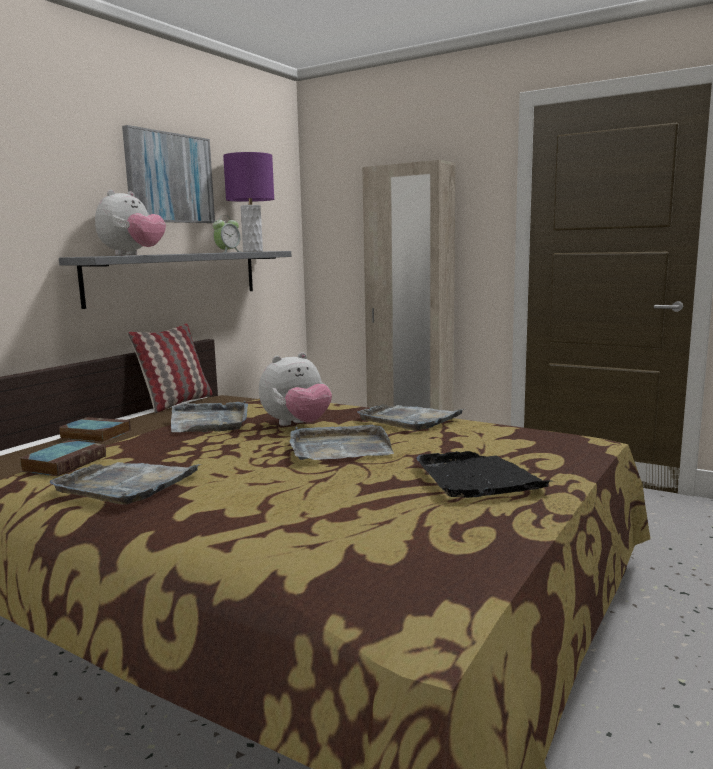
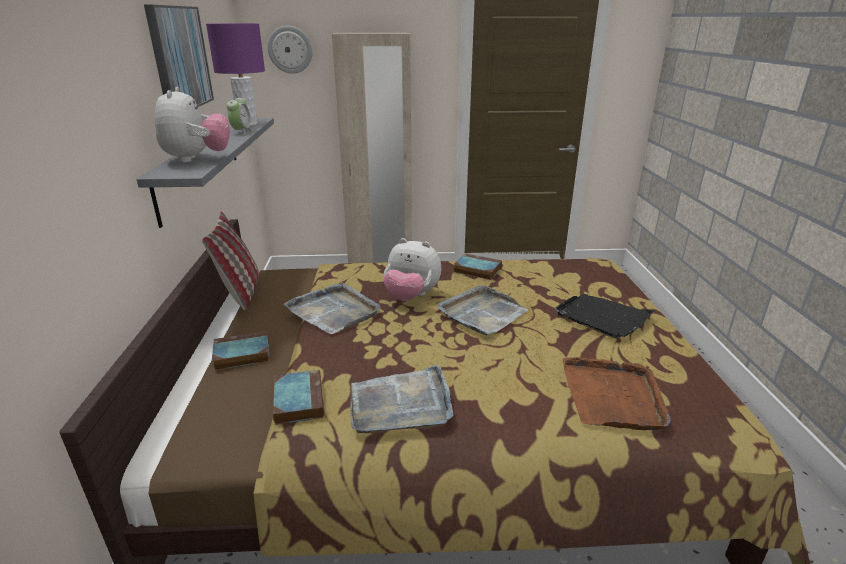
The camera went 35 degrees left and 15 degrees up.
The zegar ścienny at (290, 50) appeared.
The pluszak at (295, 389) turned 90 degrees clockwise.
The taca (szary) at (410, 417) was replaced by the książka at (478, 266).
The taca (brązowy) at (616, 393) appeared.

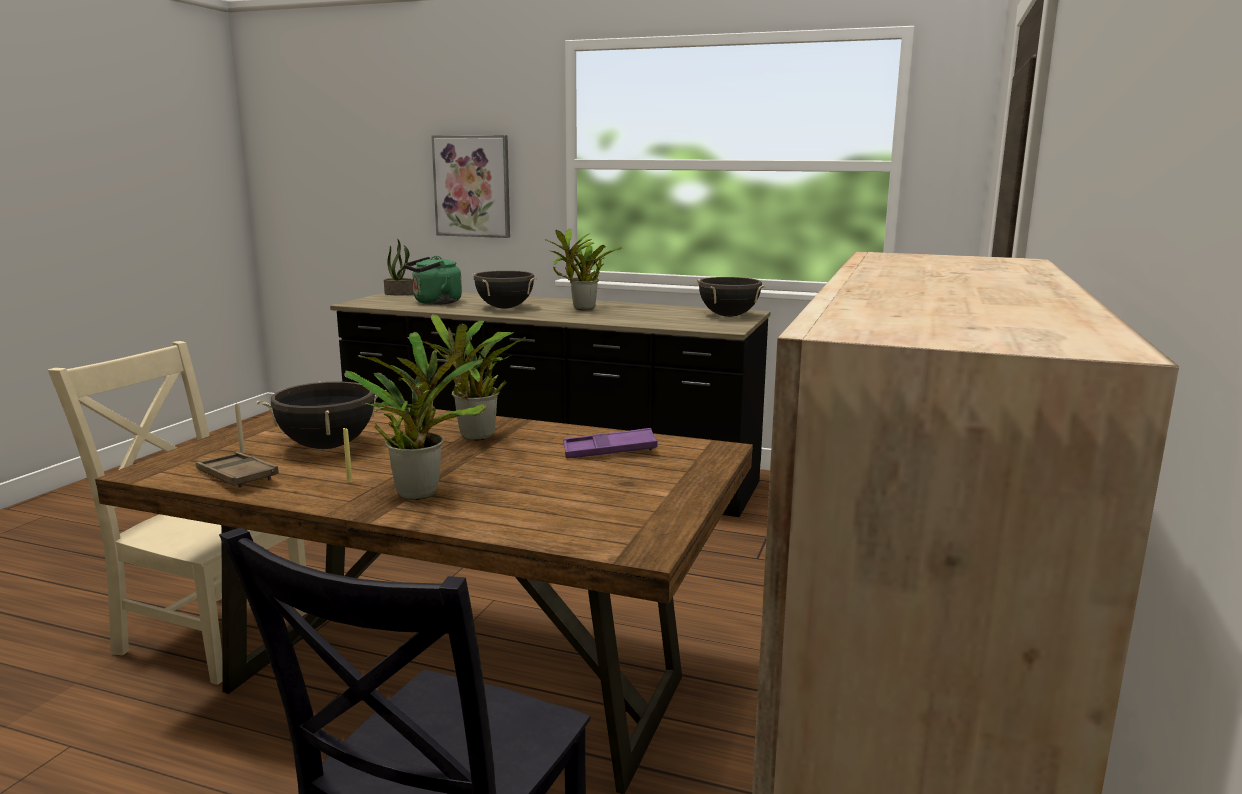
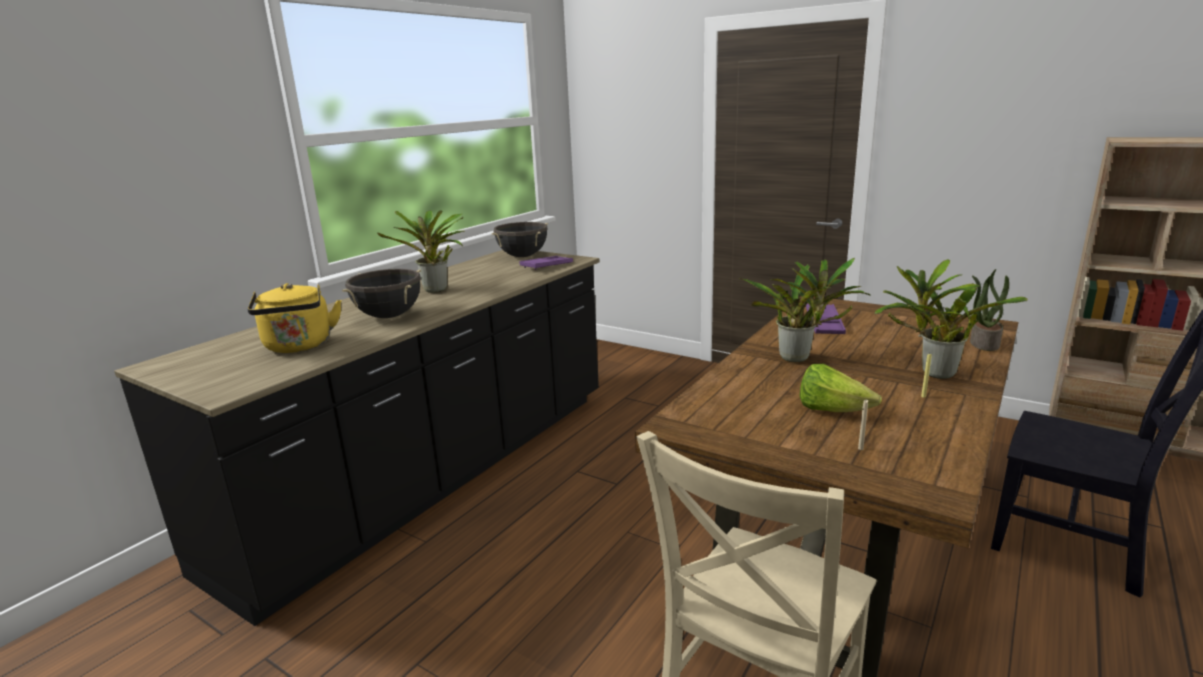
The camera went 75 degrees left and 5 degrees up.
The czajnik (zielony) at (433, 280) became the czajnik (żółty) at (294, 318).
The taca (fioletowy) at (546, 263) appeared.
The garnek (czarny) at (322, 415) was replaced by the sałata at (841, 388).
The roślina doniczkowa moved from (399, 267) to (989, 310).
The taca (brązowy) at (237, 470) disappeared.
The obraz at (470, 186) disappeared.

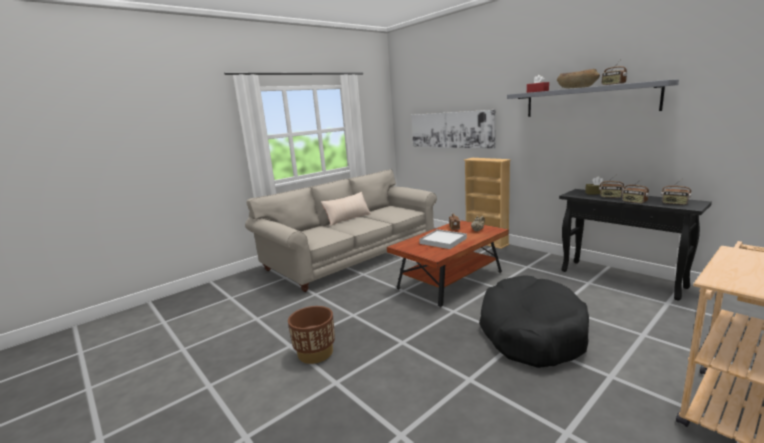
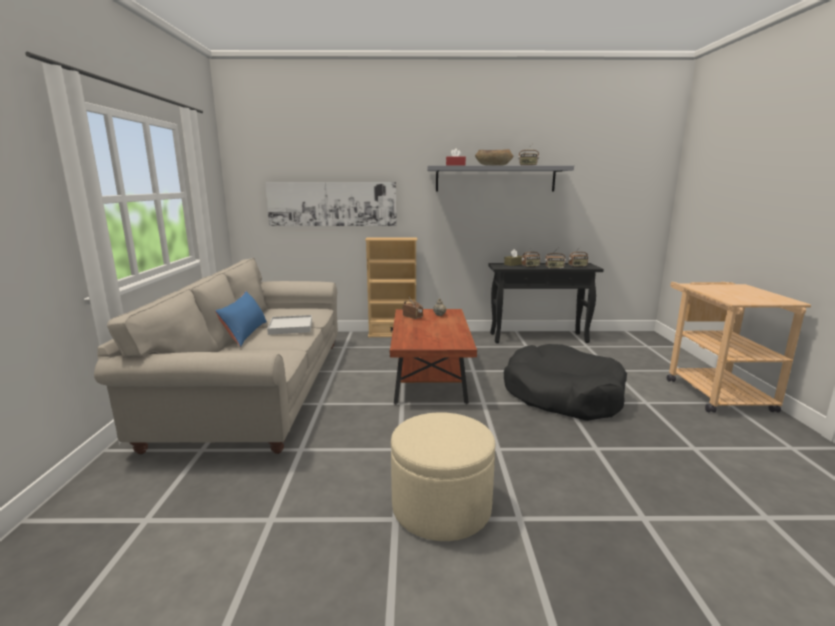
The camera went 50 degrees left and 0 degrees up.
The poduszka (beżowy) at (346, 209) became the poduszka (niebieski) at (241, 319).
The taca (biały) moved from (443, 239) to (289, 325).
The donica (brązowy) at (311, 335) was replaced by the pufa (beżowy) at (443, 476).

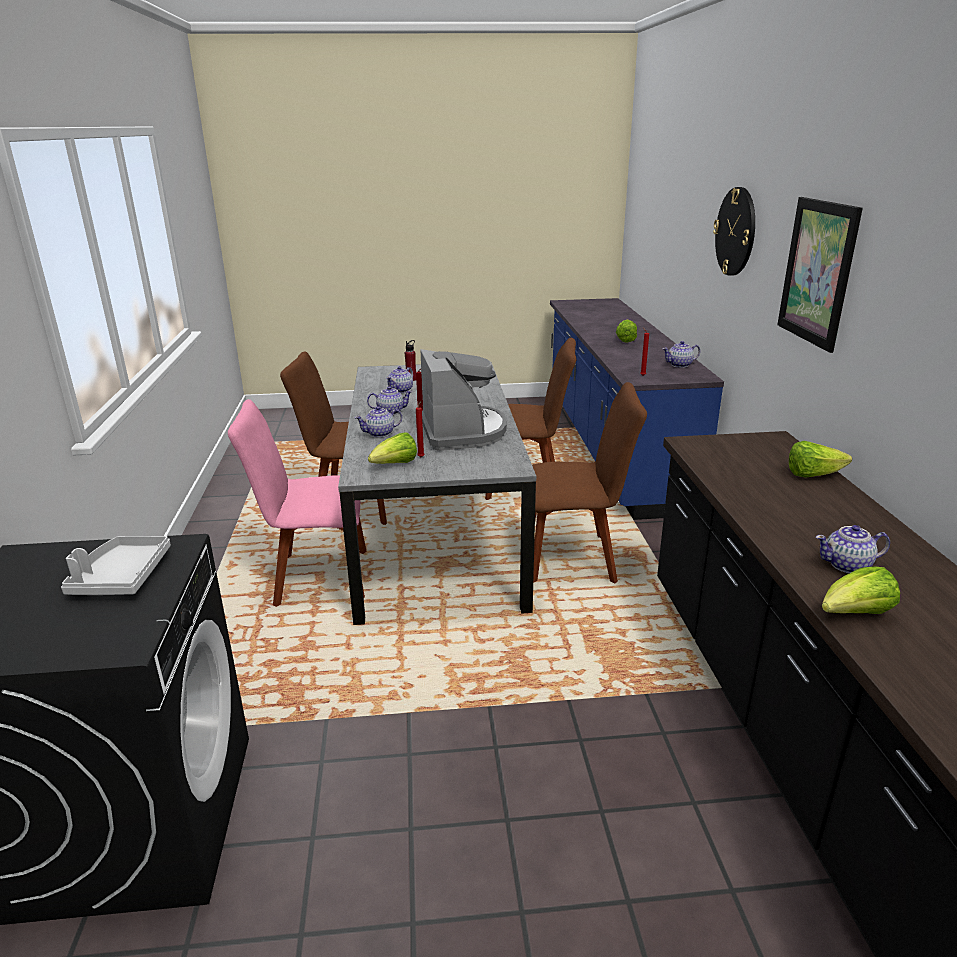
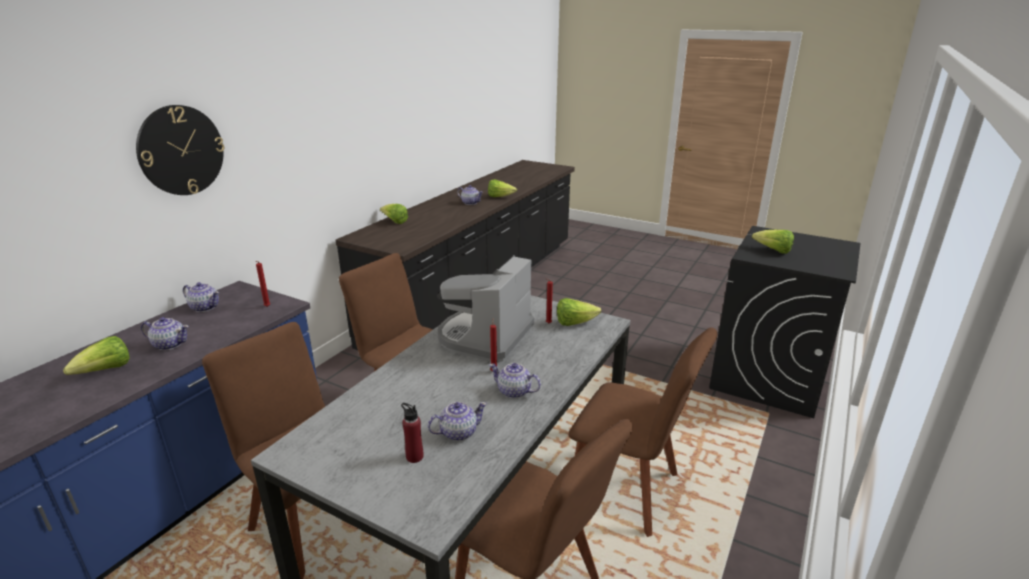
The camera went 145 degrees left and 0 degrees up.
The imbryk moved from (378, 421) to (165, 333).
The krzesło (różowy) at (297, 503) became the krzesło (brązowy) at (642, 432).
The taca (szary) at (116, 565) was replaced by the sałata at (773, 242).
The obraz at (820, 275) disappeared.

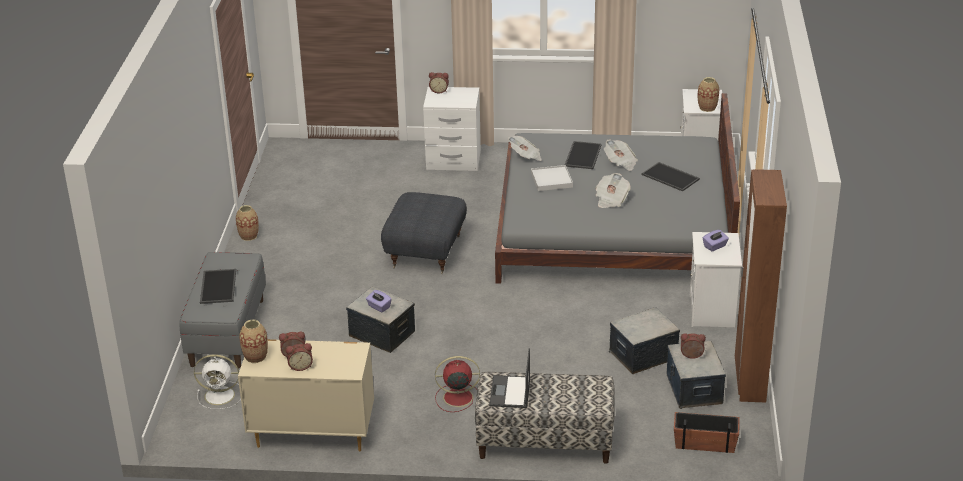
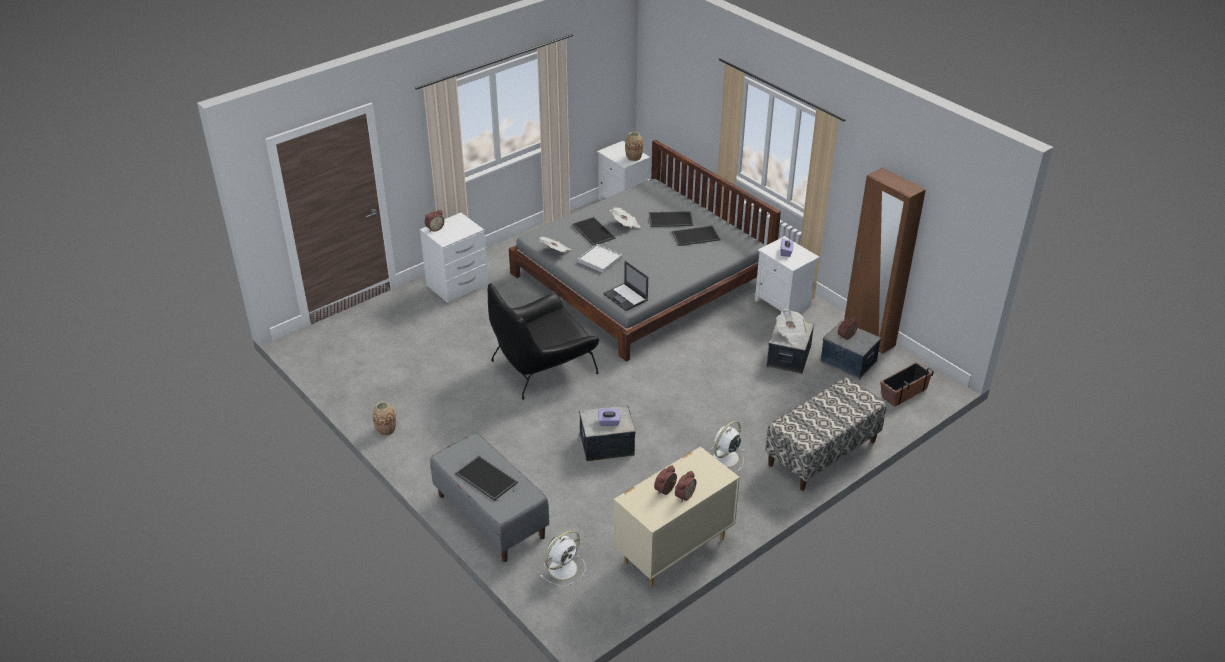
The camera went 45 degrees left and 5 degrees up.
The pufa (szary) at (424, 233) was replaced by the fotel (czarny) at (543, 341).
The laptop moved from (509, 378) to (625, 286).
The taca at (695, 235) appeared.
The wentylator (czerwony) at (457, 384) became the wentylator (biały) at (726, 447).
The gazeta moved from (613, 190) to (792, 327).
The wazon at (253, 341) disappeared.

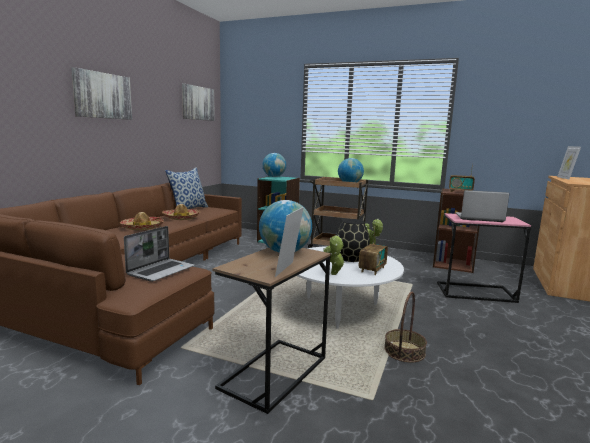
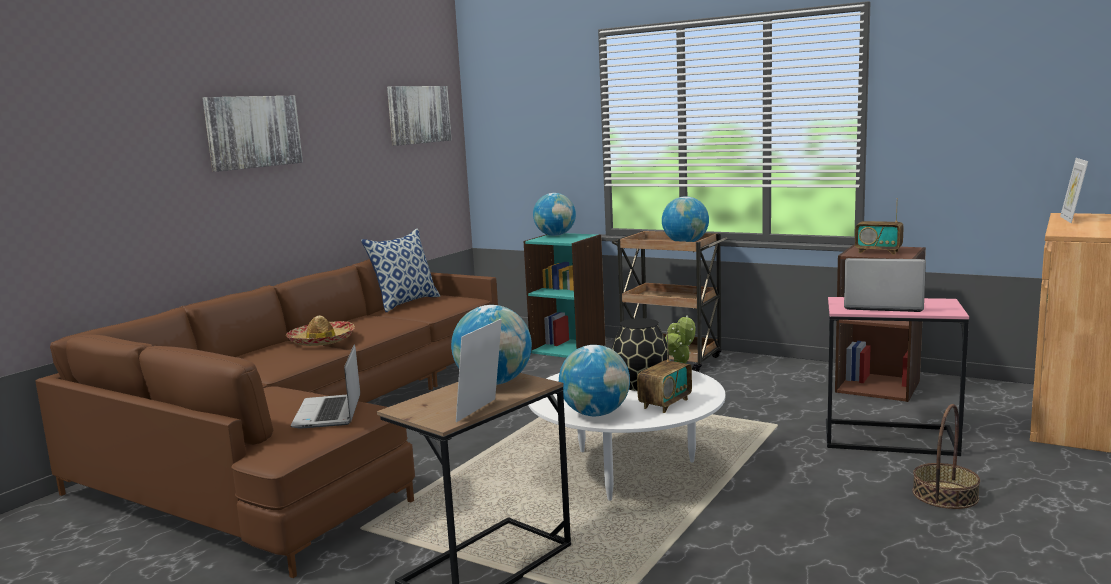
The camera went 10 degrees right and 0 degrees up.
The laptop at (159, 254) turned 135 degrees clockwise.
The roślina doniczkowa at (334, 255) was replaced by the globus at (594, 380).
The koszyk moved from (405, 327) to (946, 456).
The kapelusz at (181, 212) disappeared.

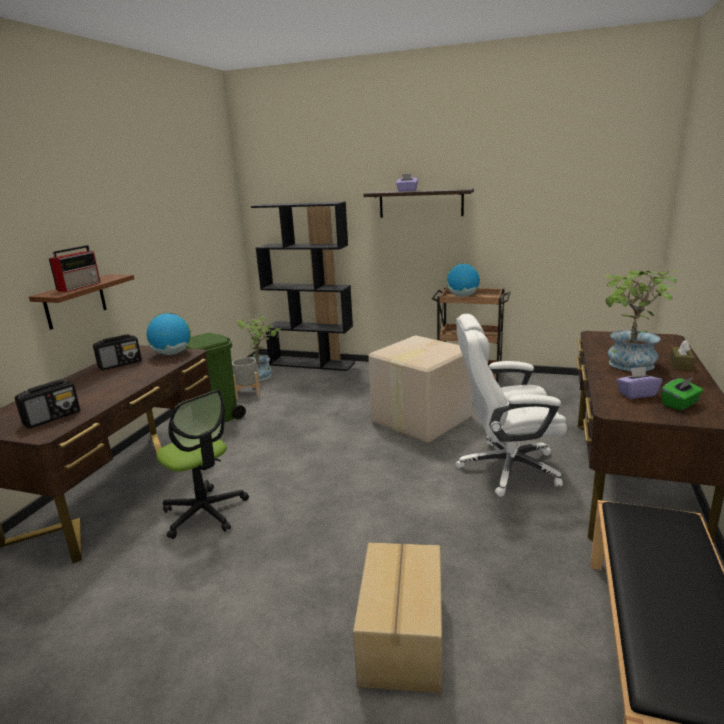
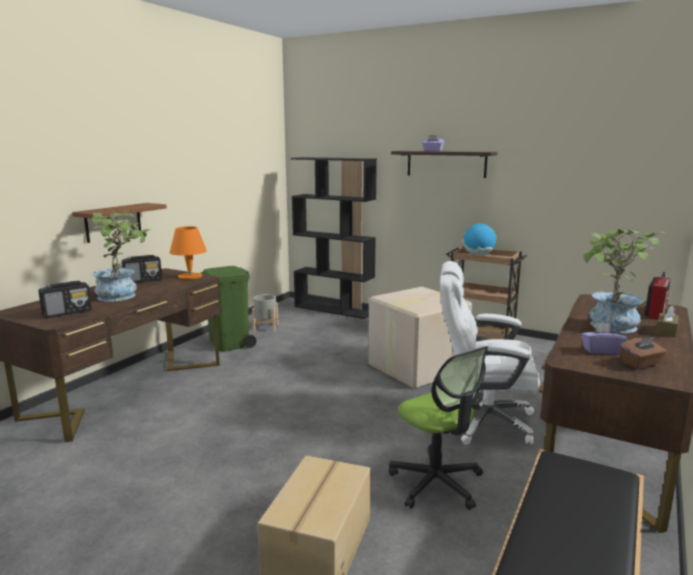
The camera went 10 degrees right and 5 degrees down.
The roślina doniczkowa moved from (259, 348) to (121, 256).
The globus at (168, 334) was replaced by the lampa stołowa (pomarańczowy) at (188, 253).
The krzesło biurowe moved from (202, 464) to (438, 428).
The pudełko chusteczek (zielony) at (682, 394) became the pudełko chusteczek (brązowy) at (643, 352).
The radio moved from (75, 268) to (657, 295).

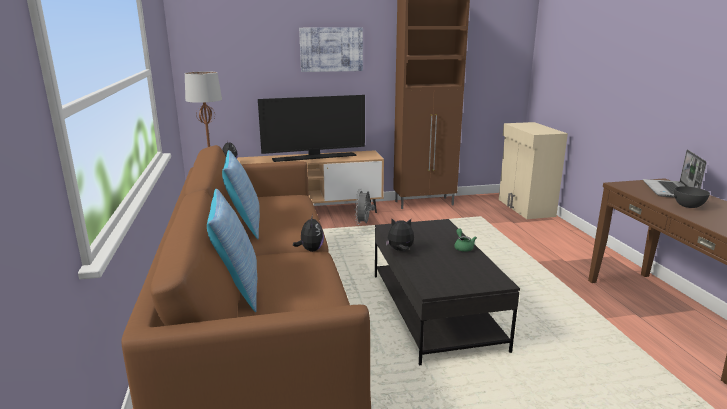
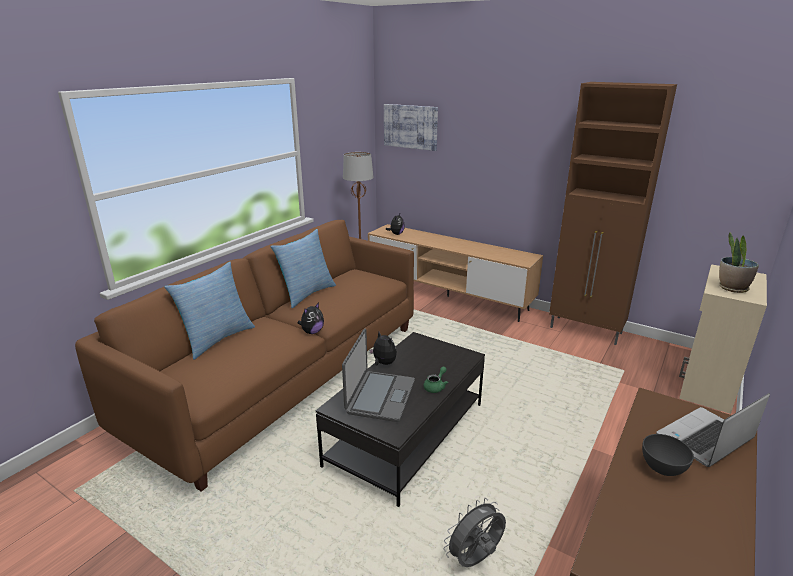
The camera went 45 degrees right and 5 degrees up.
The laptop at (378, 375) appeared.
The obraz moved from (331, 50) to (411, 127).
The wentylator (szary) moved from (365, 207) to (475, 532).
The roślina doniczkowa at (739, 262) appeared.
The telewizor at (311, 128) disappeared.

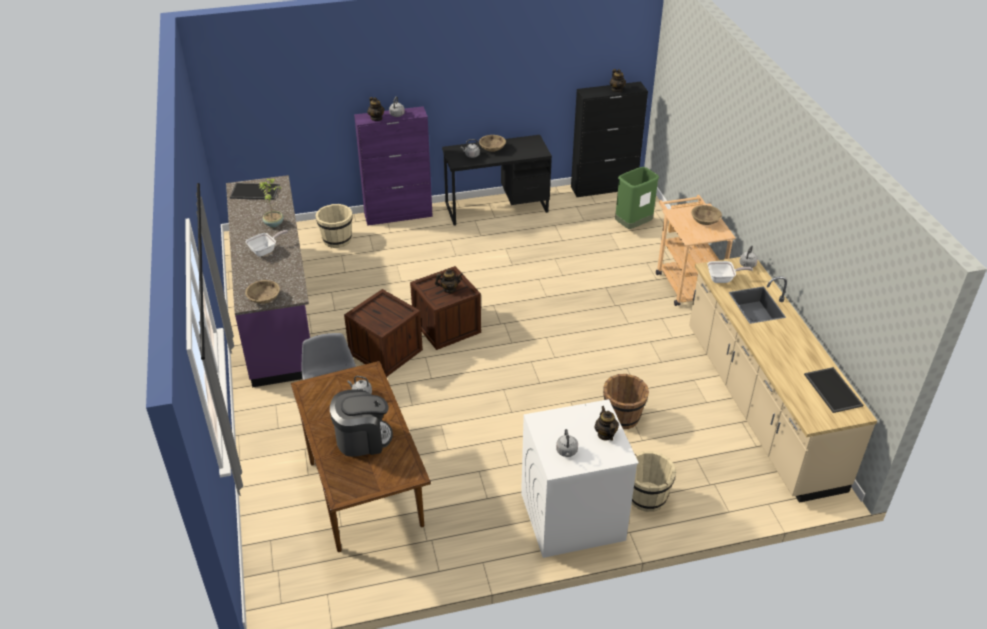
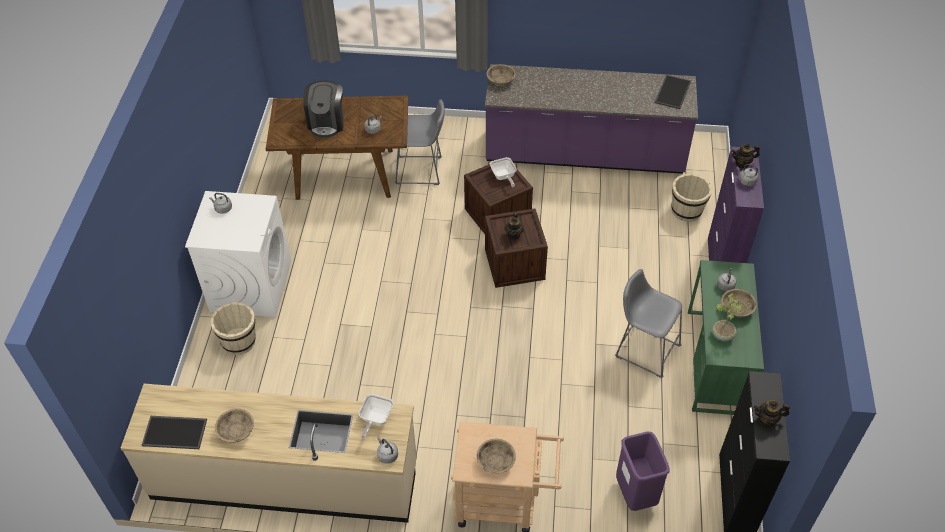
The camera went 110 degrees right and 10 degrees up.
The miska (beżowy) at (234, 425) appeared.
The patelnia moved from (267, 243) to (503, 172).
The stołek (szary) at (648, 323) appeared.
The kosz na śmieci (zielony) at (637, 198) became the kosz na śmieci (fioletowy) at (642, 471).
The biurko (czarny) at (497, 180) became the biurko (zielony) at (726, 337).
The roślina doniczkowa moved from (271, 203) to (731, 317).
The imbryk at (607, 423) disappeared.
The wiadro (brązowy) at (626, 401) disappeared.

